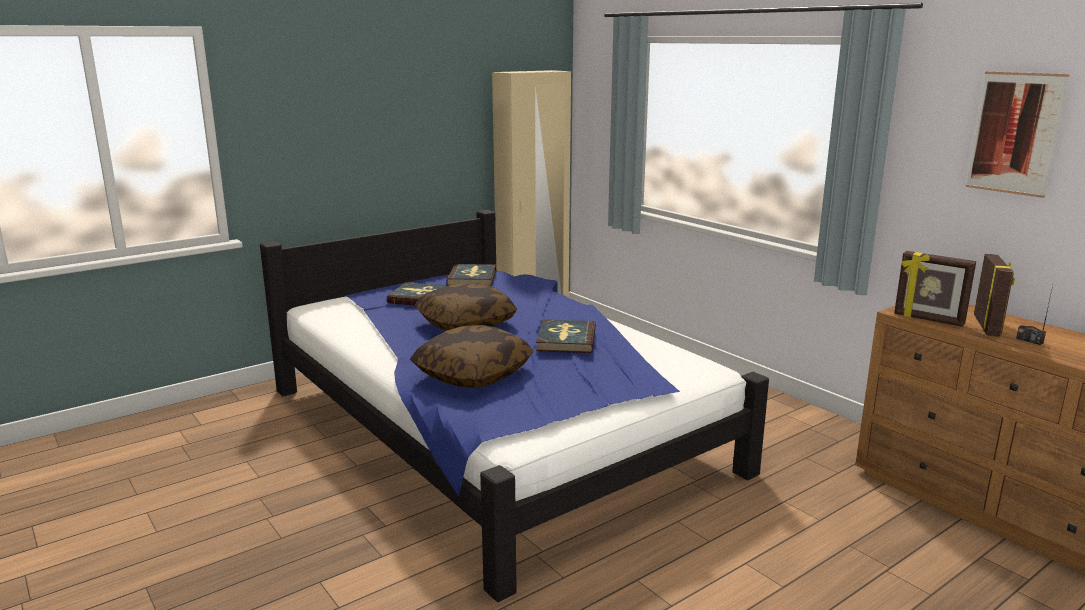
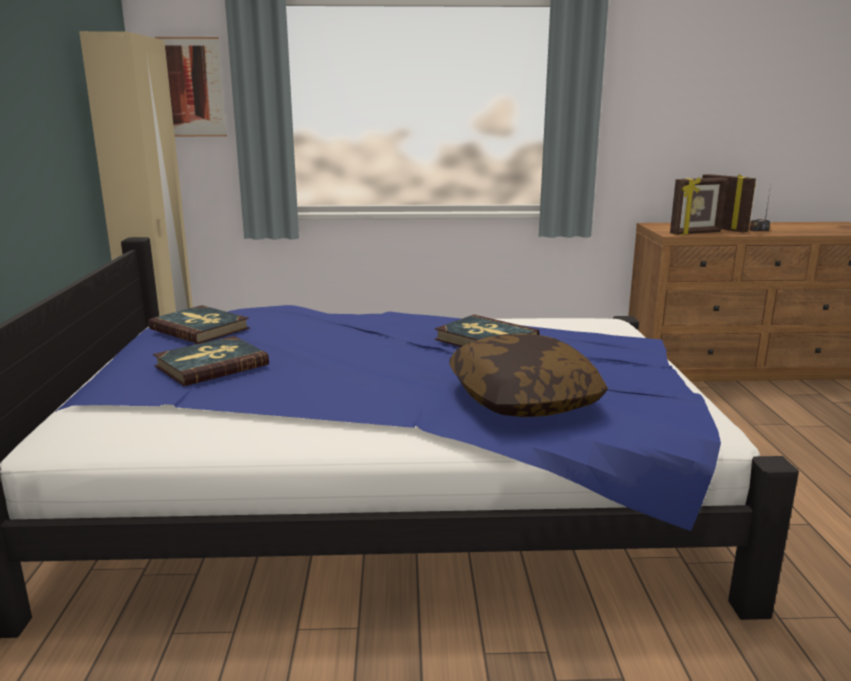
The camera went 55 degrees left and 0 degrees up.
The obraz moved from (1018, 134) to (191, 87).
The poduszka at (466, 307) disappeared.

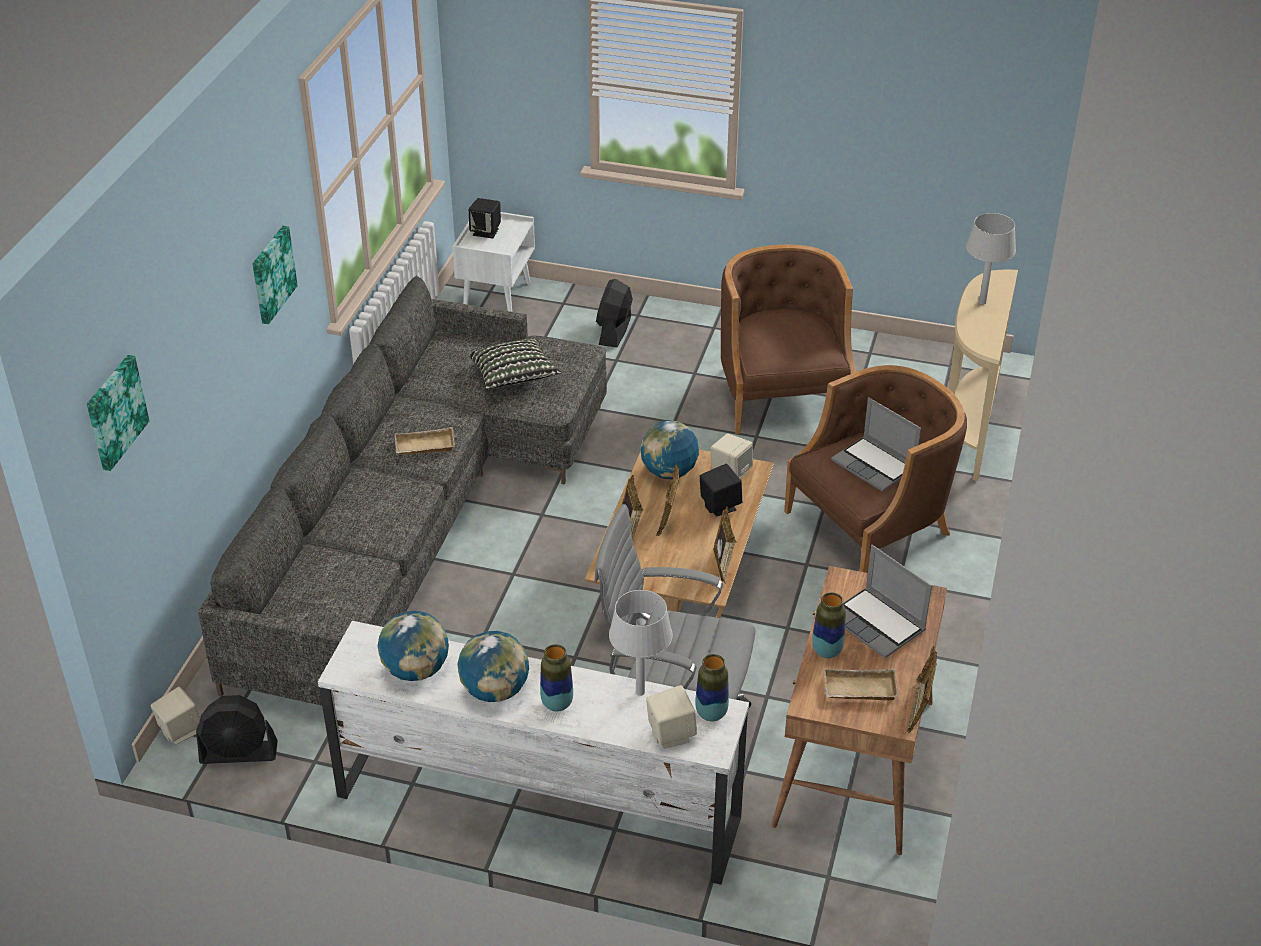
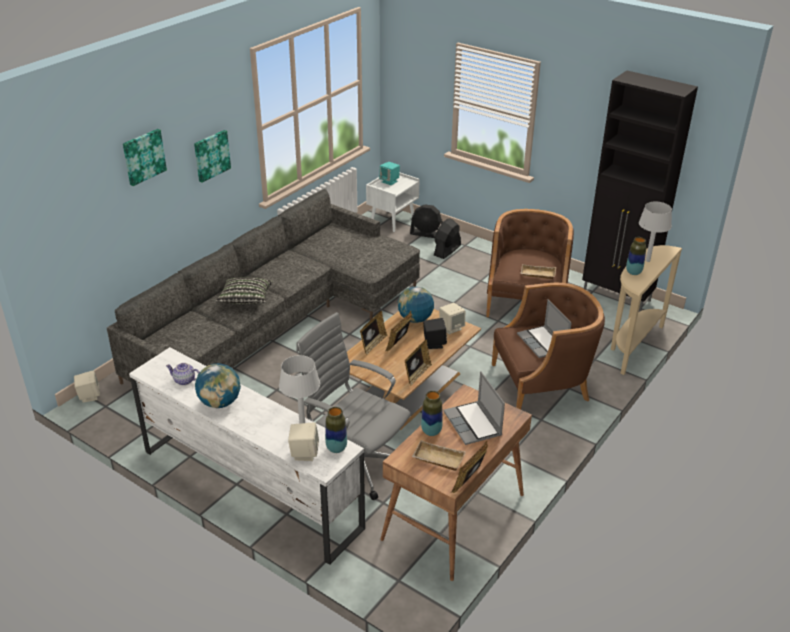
The camera went 20 degrees right and 5 degrees down.
The obraz moved from (118, 413) to (145, 157).
The globus at (413, 646) was replaced by the imbryk at (183, 374).
The poduszka moved from (515, 364) to (244, 290).
The głośnik (czarny) at (485, 218) became the głośnik (turkusowy) at (389, 173).
The wentylator (czarny) moved from (237, 729) to (426, 221).
The taca (beżowy) moved from (425, 441) to (538, 271).
The szafka (czarny) at (640, 191) appeared.
The wazon moved from (556, 678) to (636, 256).

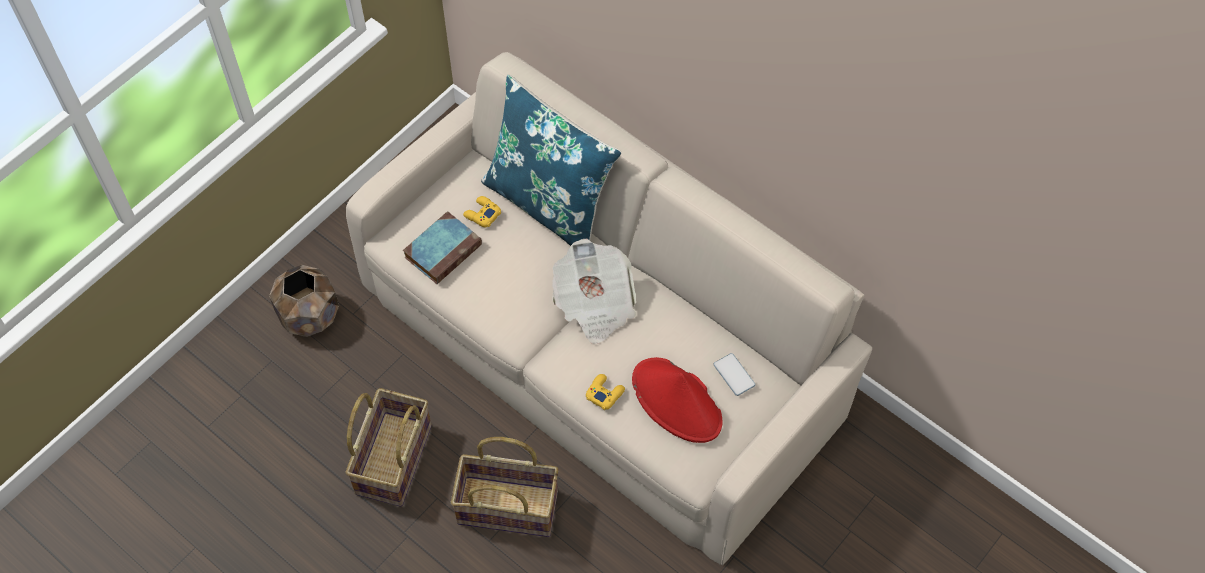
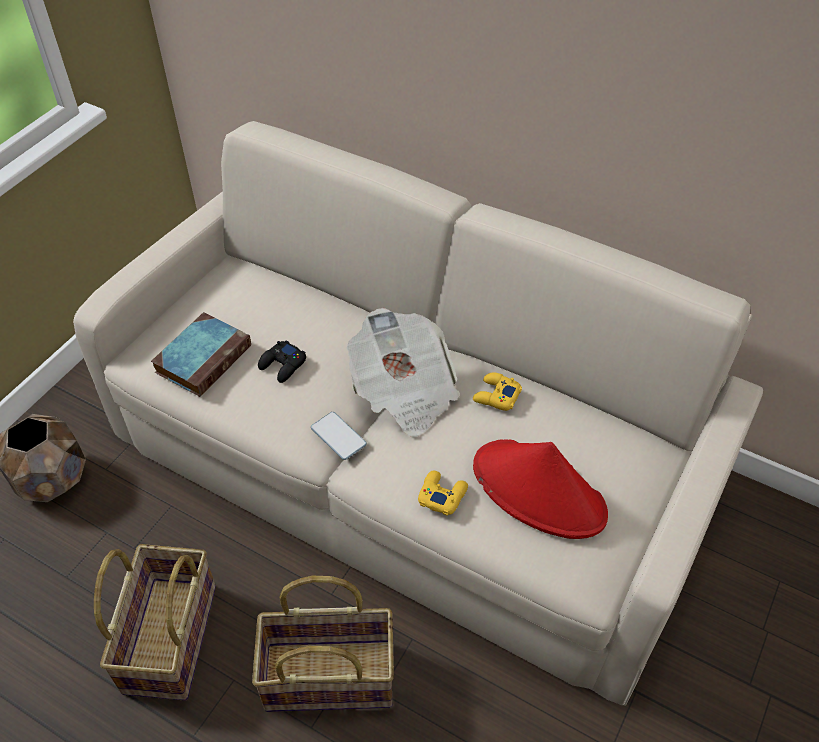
The camera went 10 degrees left and 10 degrees down.
The pad do gier (czarny) at (282, 361) appeared.
The telefon moved from (734, 374) to (339, 436).
The pad do gier (żółty) moved from (482, 212) to (497, 391).
The poduszka (niebieski) at (551, 160) disappeared.

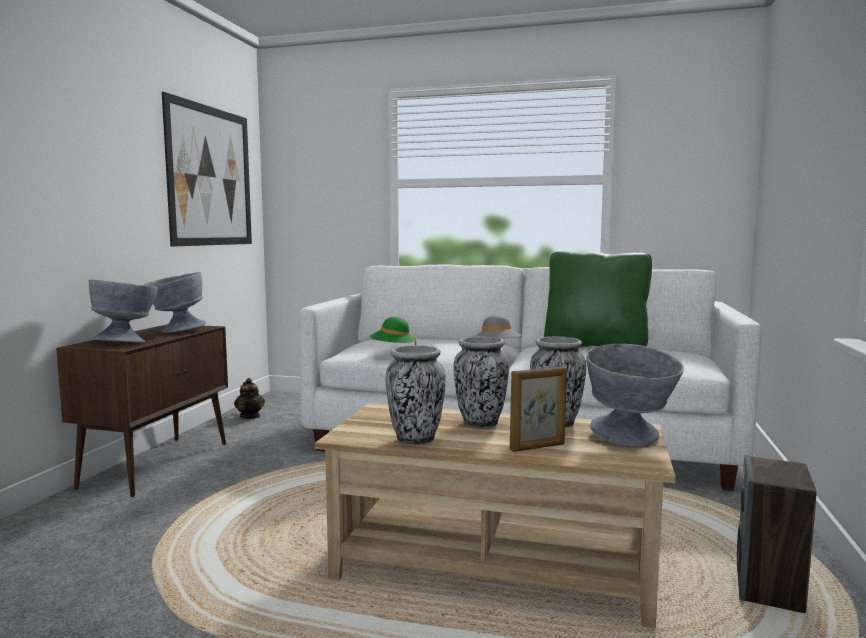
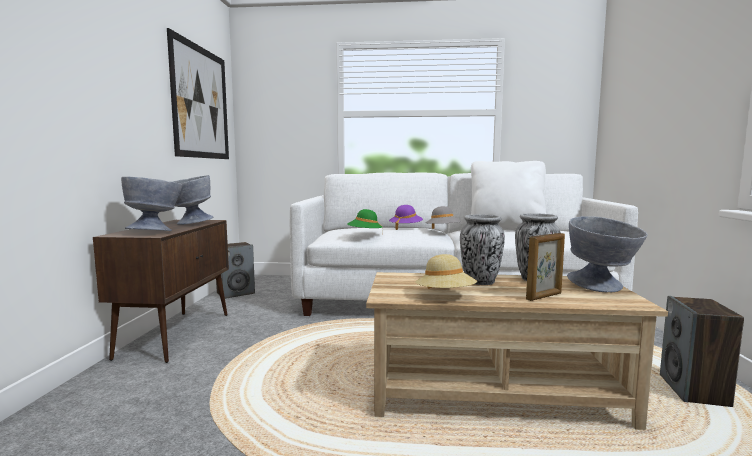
The camera went 10 degrees left and 0 degrees up.
The imbryk at (249, 398) was replaced by the głośnik at (235, 270).
The kapelusz (fioletowy) at (406, 217) appeared.
The wazon at (415, 395) was replaced by the kapelusz (beżowy) at (446, 271).
The poduszka (zielony) at (598, 299) became the poduszka (biały) at (508, 195).

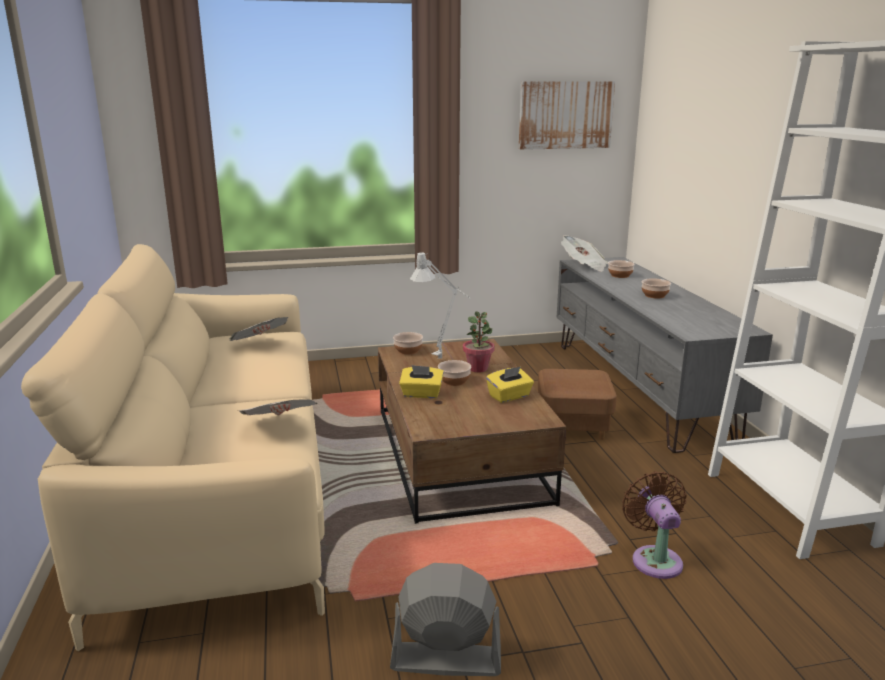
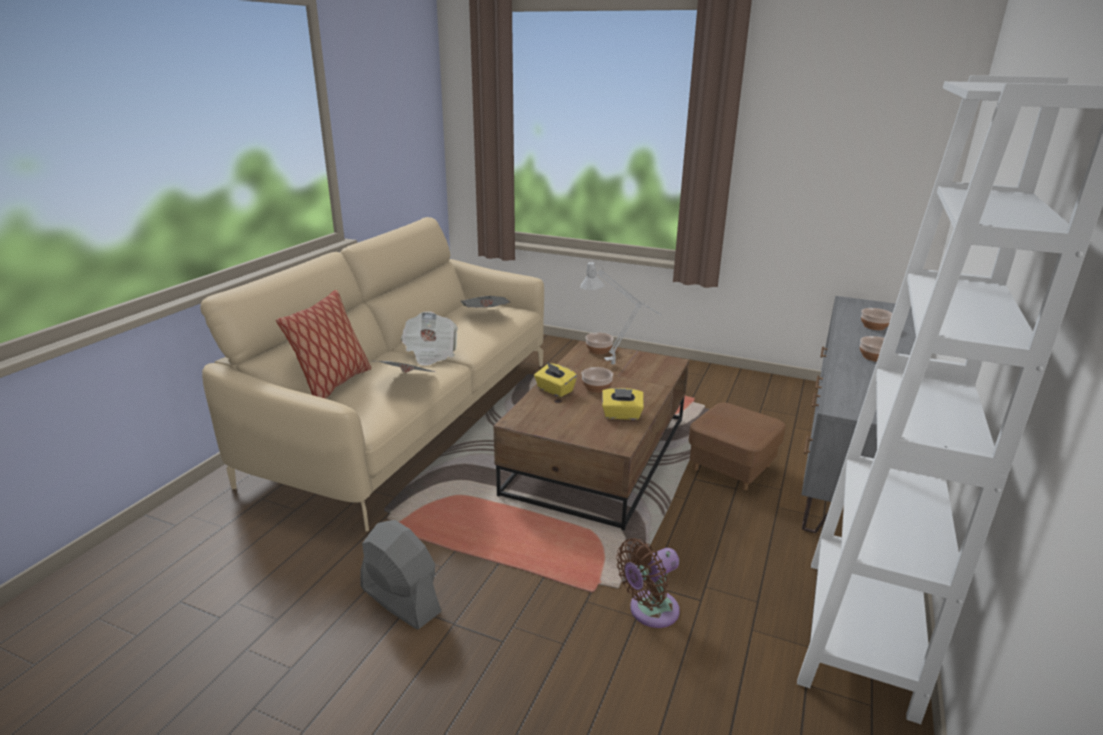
The camera went 35 degrees right and 5 degrees up.
The poduszka at (323, 344) appeared.
The gazeta moved from (584, 253) to (429, 338).
The wentylator (brązowy) at (654, 525) turned 150 degrees counterclockwise.
The roślina doniczkowa at (479, 342) disappeared.
The obraz at (567, 115) disappeared.

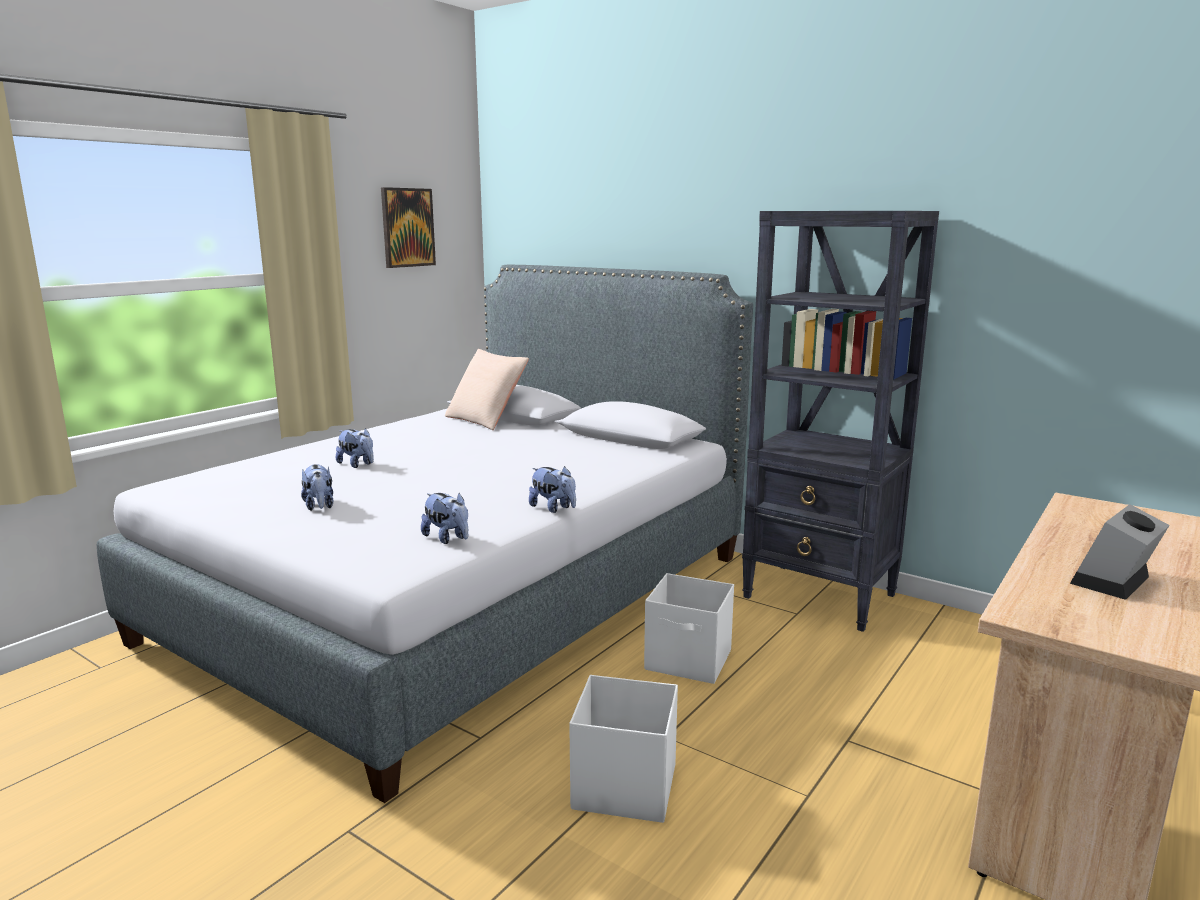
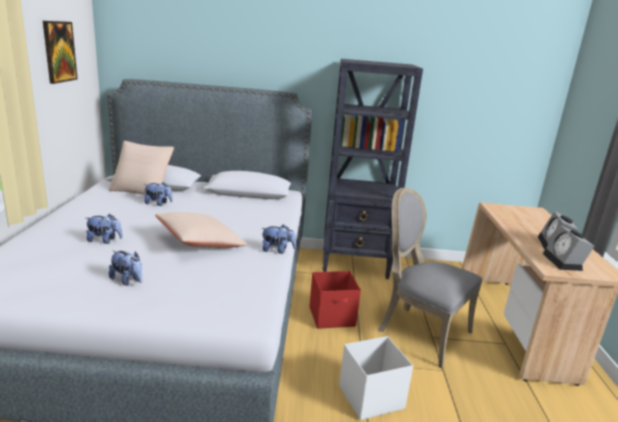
The camera went 35 degrees left and 5 degrees up.
The pluszak moved from (444, 518) to (158, 194).
The poduszka (beżowy) at (201, 230) appeared.
The pojemnik do przechowywania (biały) at (689, 628) became the pojemnik do przechowywania (czerwony) at (335, 300).
The krzesło (szary) at (430, 278) appeared.
The budzik at (568, 248) appeared.

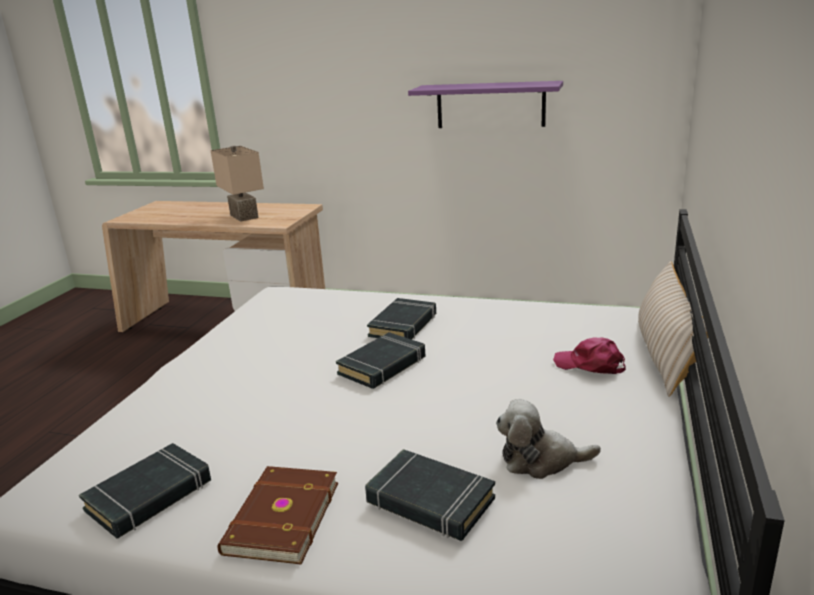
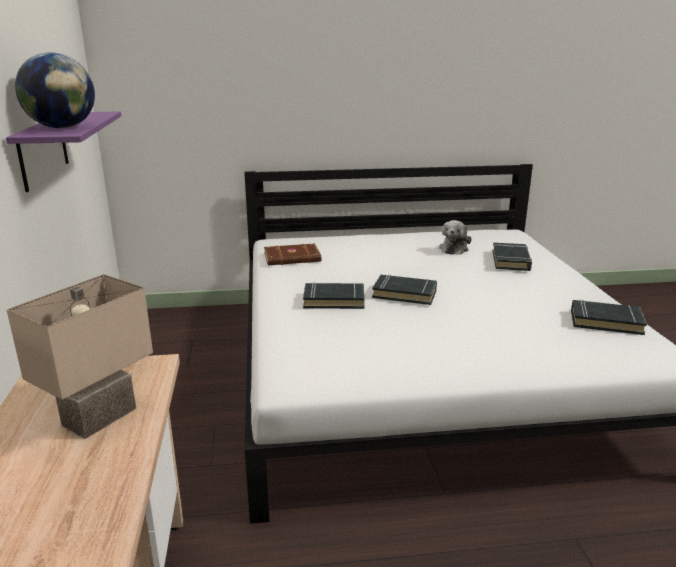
The camera went 115 degrees left and 0 degrees up.
The globus at (55, 90) appeared.
The książka (brązowy) moved from (277, 515) to (292, 254).
The pluszak at (548, 439) turned 45 degrees clockwise.
The czapka z daszkiem (różowy) at (589, 355) disappeared.
The poduszka (beżowy) at (673, 329) disappeared.

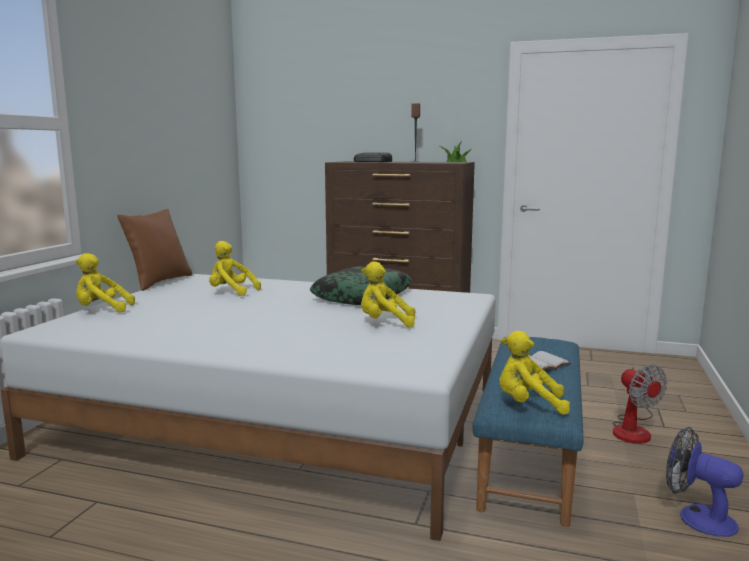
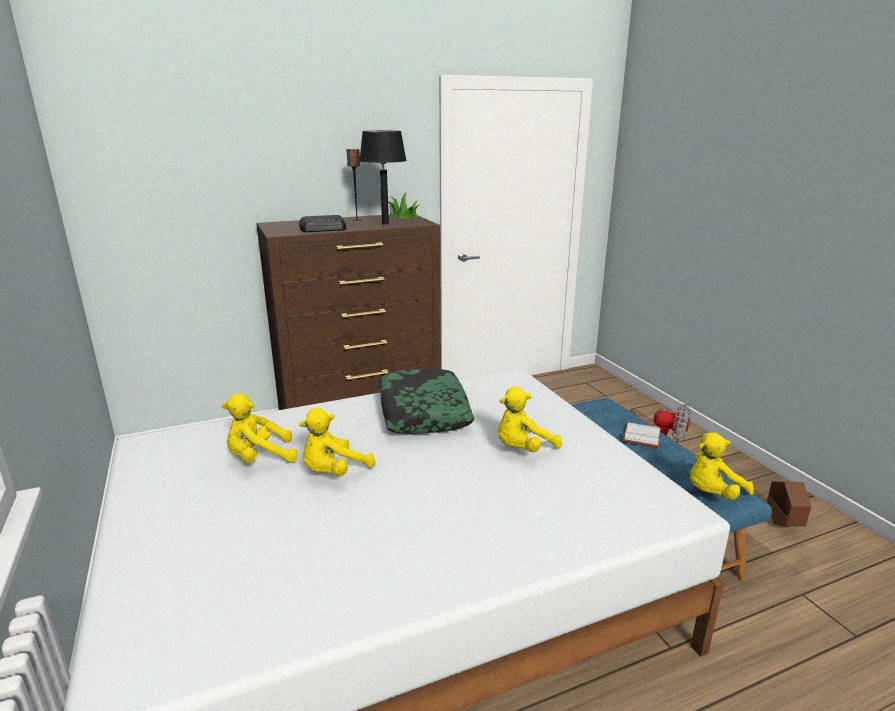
The camera went 40 degrees left and 10 degrees up.
The pluszak (żółty) moved from (105, 282) to (337, 441).
The lampa stołowa (czarny) at (383, 177) appeared.
The wentylator at (704, 482) was replaced by the donica (brązowy) at (789, 504).
The poduszka (brązowy) at (155, 250) disappeared.

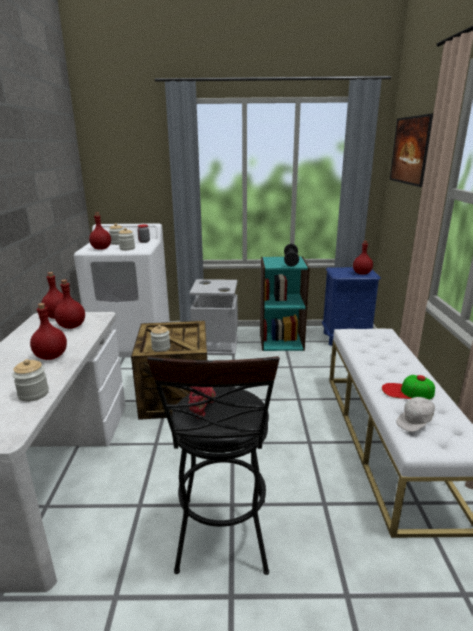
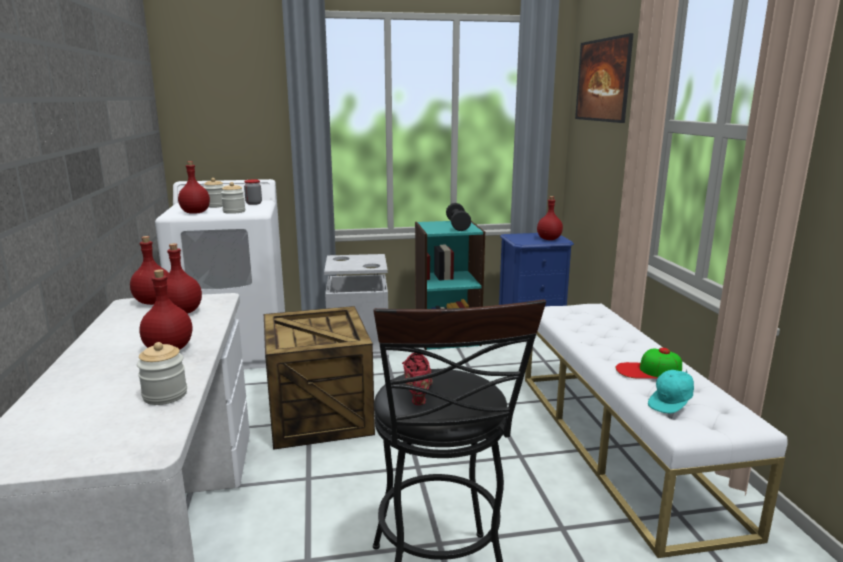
The camera went 10 degrees left and 5 degrees down.
The czapka z daszkiem (biały) at (415, 414) became the czapka z daszkiem (turkusowy) at (671, 391).
The słoik at (160, 338) disappeared.

